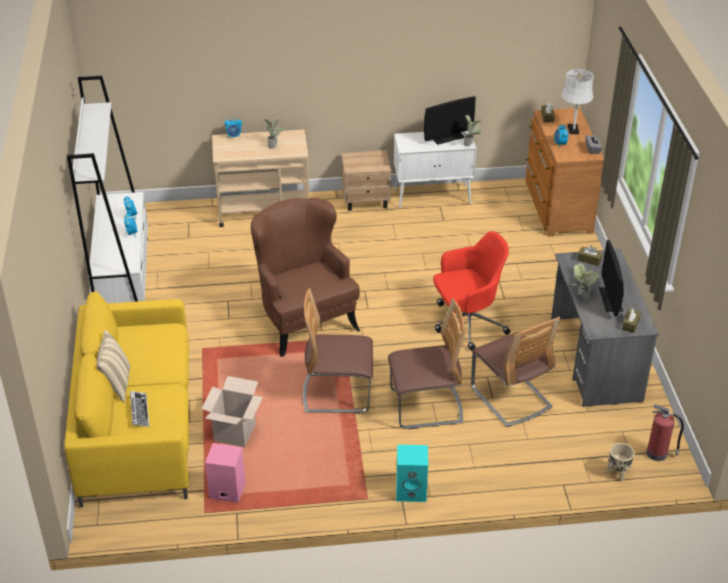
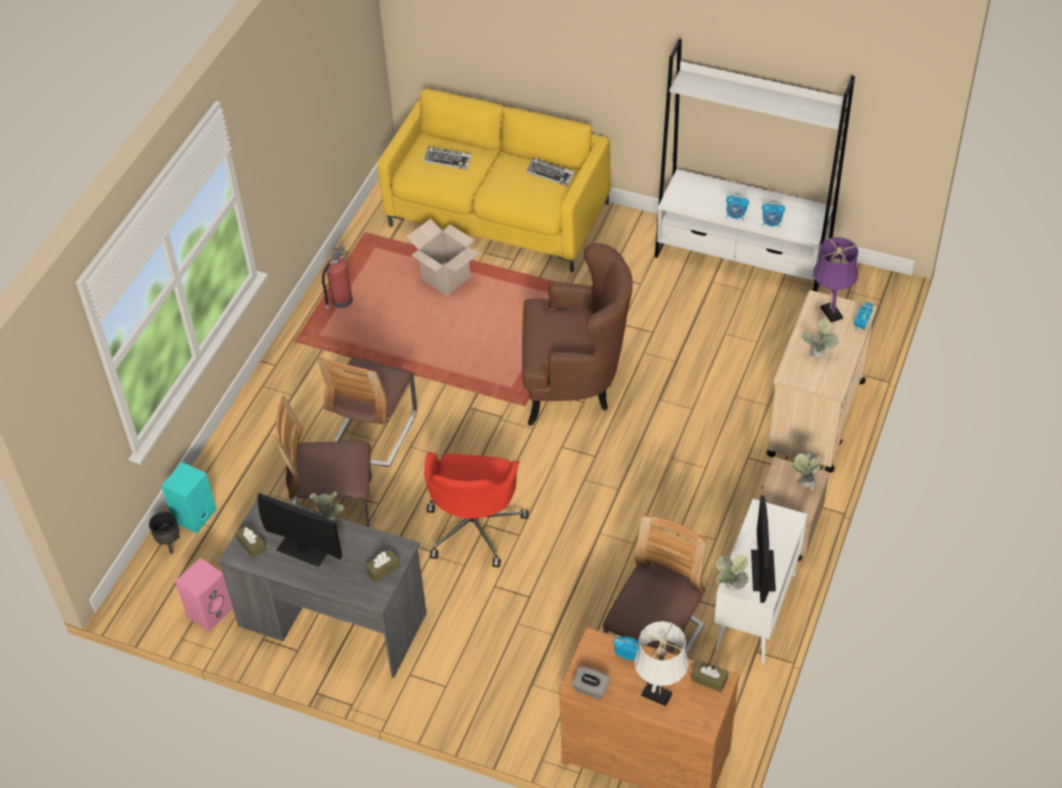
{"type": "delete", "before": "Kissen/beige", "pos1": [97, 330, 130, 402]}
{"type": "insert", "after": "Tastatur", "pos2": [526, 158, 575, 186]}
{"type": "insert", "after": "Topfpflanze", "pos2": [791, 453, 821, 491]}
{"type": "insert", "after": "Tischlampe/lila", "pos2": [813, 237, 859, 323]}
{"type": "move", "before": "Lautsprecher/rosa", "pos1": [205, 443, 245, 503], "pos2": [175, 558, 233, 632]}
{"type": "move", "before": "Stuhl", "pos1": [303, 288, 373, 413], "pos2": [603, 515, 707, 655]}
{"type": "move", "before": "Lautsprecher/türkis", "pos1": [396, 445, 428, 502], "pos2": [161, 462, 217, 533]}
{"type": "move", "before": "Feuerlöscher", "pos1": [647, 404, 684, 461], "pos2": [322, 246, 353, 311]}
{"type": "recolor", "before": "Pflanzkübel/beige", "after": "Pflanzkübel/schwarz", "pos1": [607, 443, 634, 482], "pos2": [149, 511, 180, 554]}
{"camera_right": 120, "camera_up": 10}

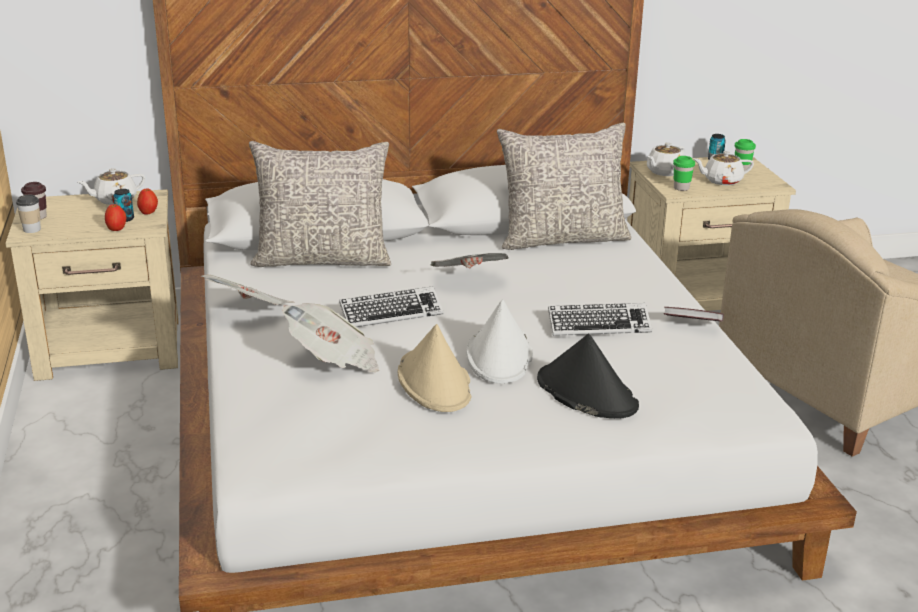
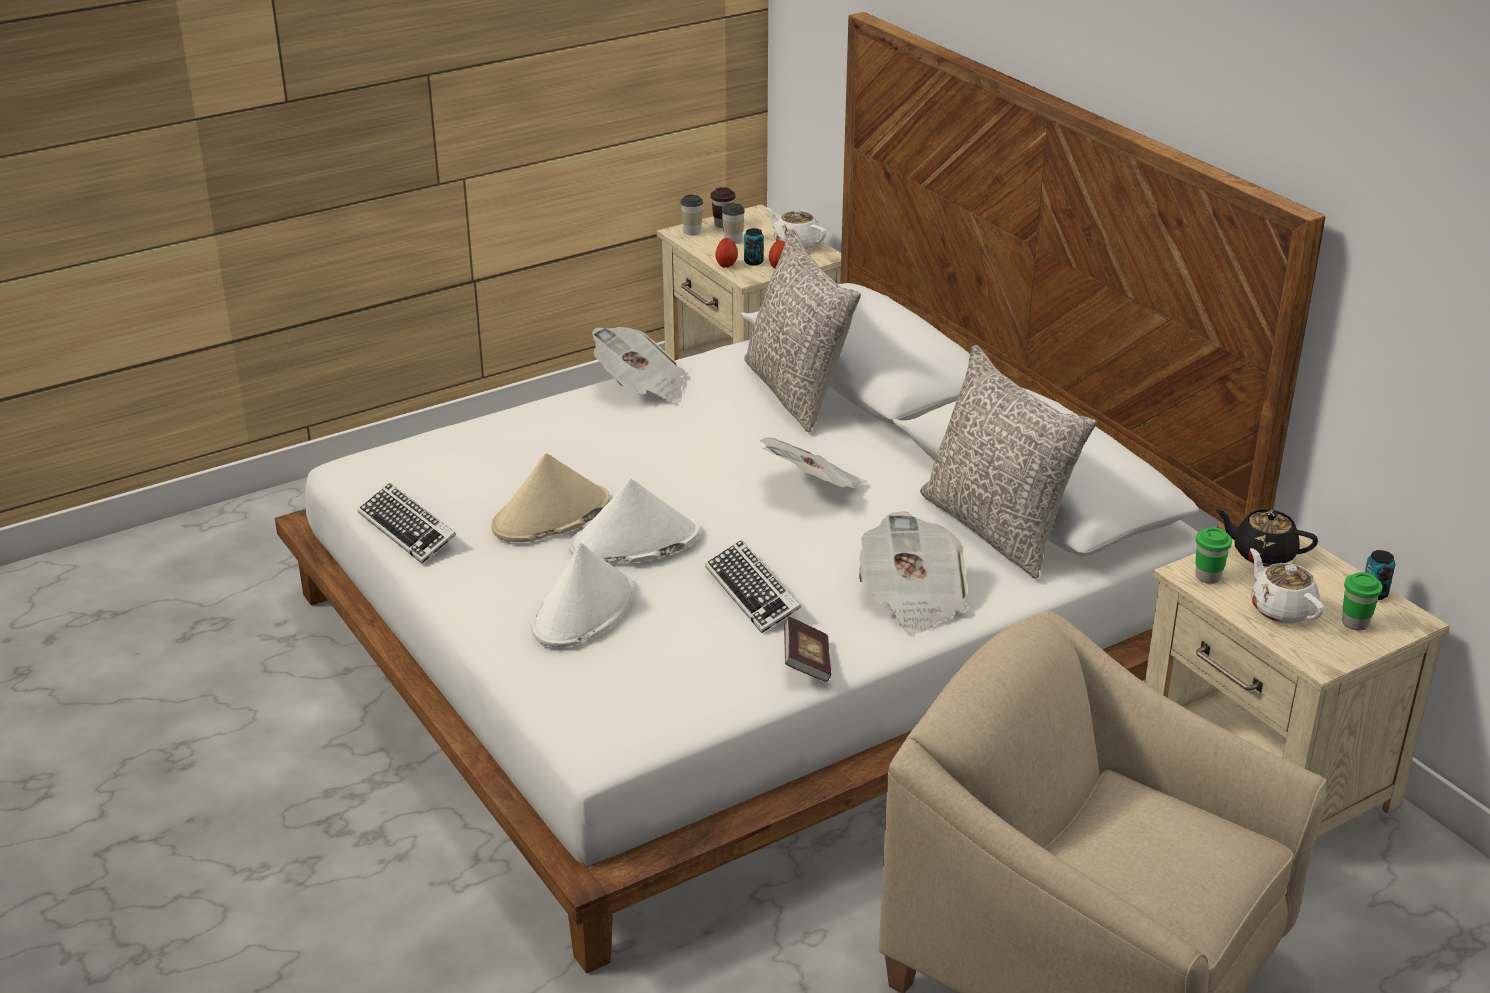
{"type": "insert", "after": "Tasse", "pos2": [722, 203, 745, 244]}
{"type": "move", "before": "Zeitung", "pos1": [282, 303, 379, 372], "pos2": [858, 511, 968, 634]}
{"type": "move", "before": "Tastatur", "pos1": [339, 286, 443, 327], "pos2": [358, 483, 456, 563]}
{"type": "recolor", "before": "Hut/schwarz", "after": "Hut/weiß", "pos1": [537, 334, 639, 418], "pos2": [531, 543, 634, 647]}
{"type": "recolor", "before": "Teekanne/weiß", "after": "Teekanne/schwarz", "pos1": [647, 142, 685, 176], "pos2": [1215, 509, 1318, 567]}
{"camera_right": 70, "camera_up": 5}

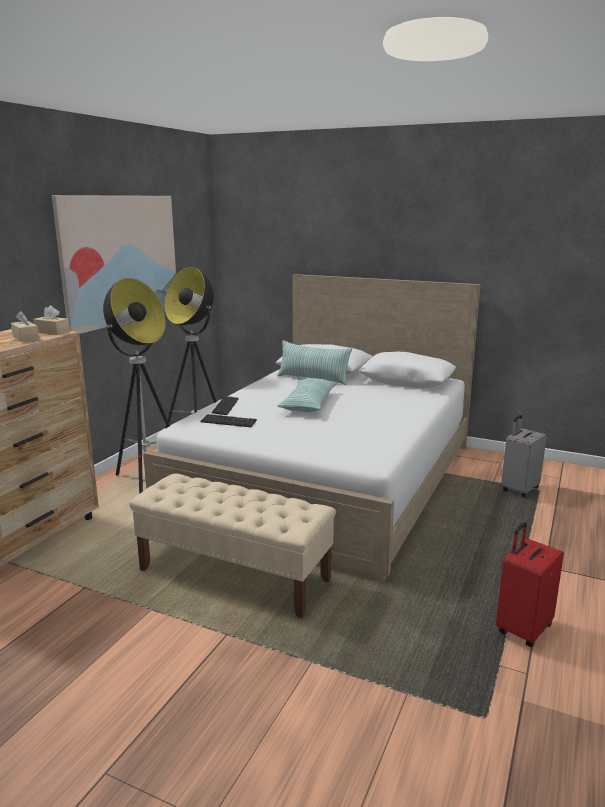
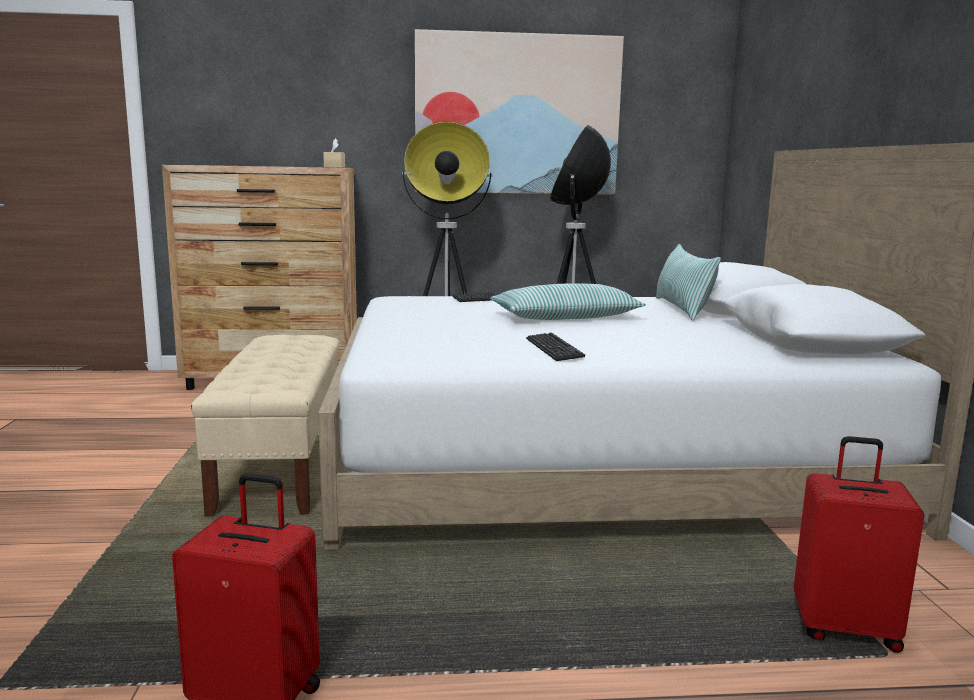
{"type": "delete", "before": "Taschentuchbox/beige", "pos1": [11, 311, 39, 342]}
{"type": "move", "before": "Tastatur", "pos1": [200, 414, 257, 427], "pos2": [526, 333, 585, 361]}
{"type": "recolor", "before": "Koffer/grau", "after": "Koffer/rot", "pos1": [501, 415, 547, 498], "pos2": [794, 436, 924, 653]}
{"camera_right": 60, "camera_up": -5}

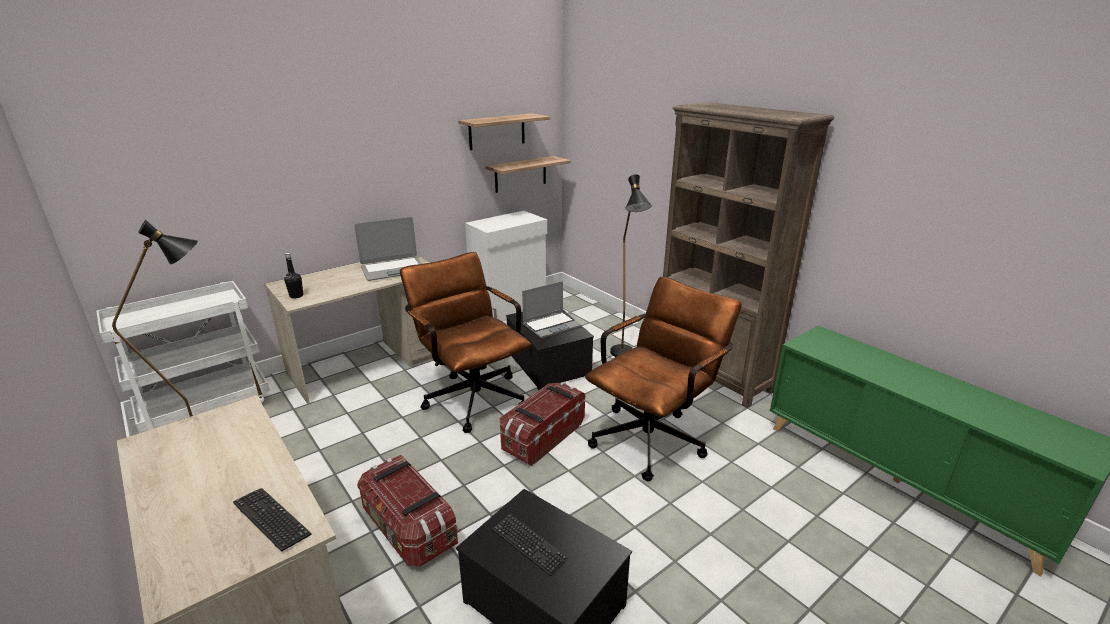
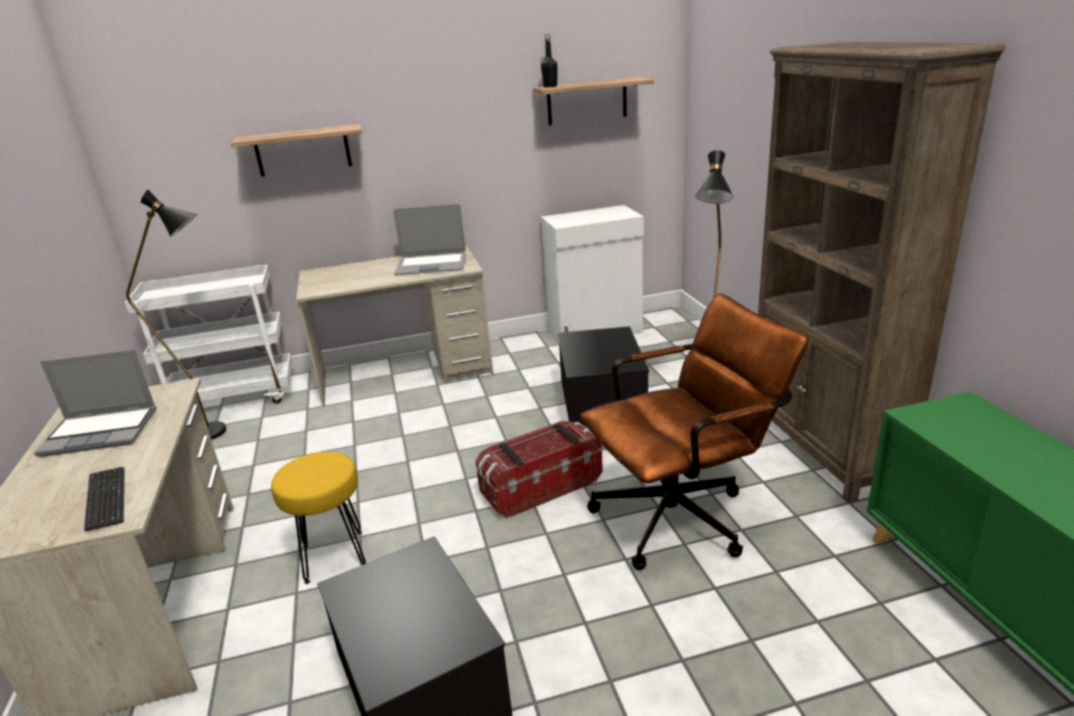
{"type": "delete", "before": "Bürostuhl/braun", "pos1": [400, 252, 531, 433]}
{"type": "delete", "before": "Tastatur", "pos1": [492, 514, 568, 576]}
{"type": "move", "before": "Flasche/schwarz", "pos1": [284, 253, 303, 299], "pos2": [541, 34, 558, 87]}
{"type": "move", "before": "Wandregal", "pos1": [485, 156, 571, 193], "pos2": [230, 124, 362, 177]}
{"type": "move", "before": "Laptop", "pos1": [522, 281, 582, 339], "pos2": [34, 350, 156, 457]}
{"type": "replace", "before": "Aufbewahrungsbox", "after": "Hocker/gelb", "pos1": [357, 455, 458, 567], "pos2": [271, 452, 366, 584]}
{"camera_right": 25, "camera_up": 0}

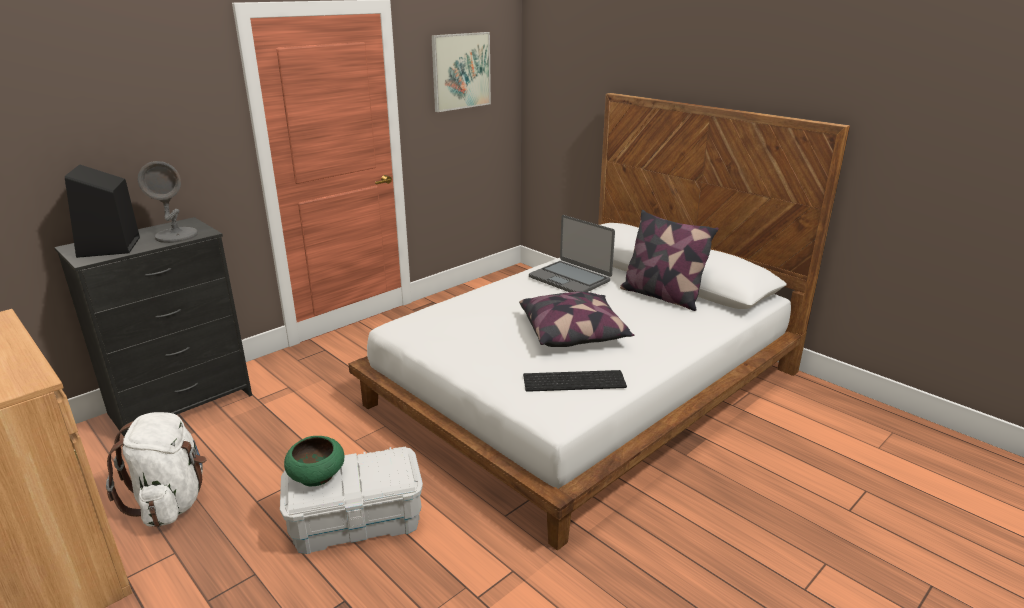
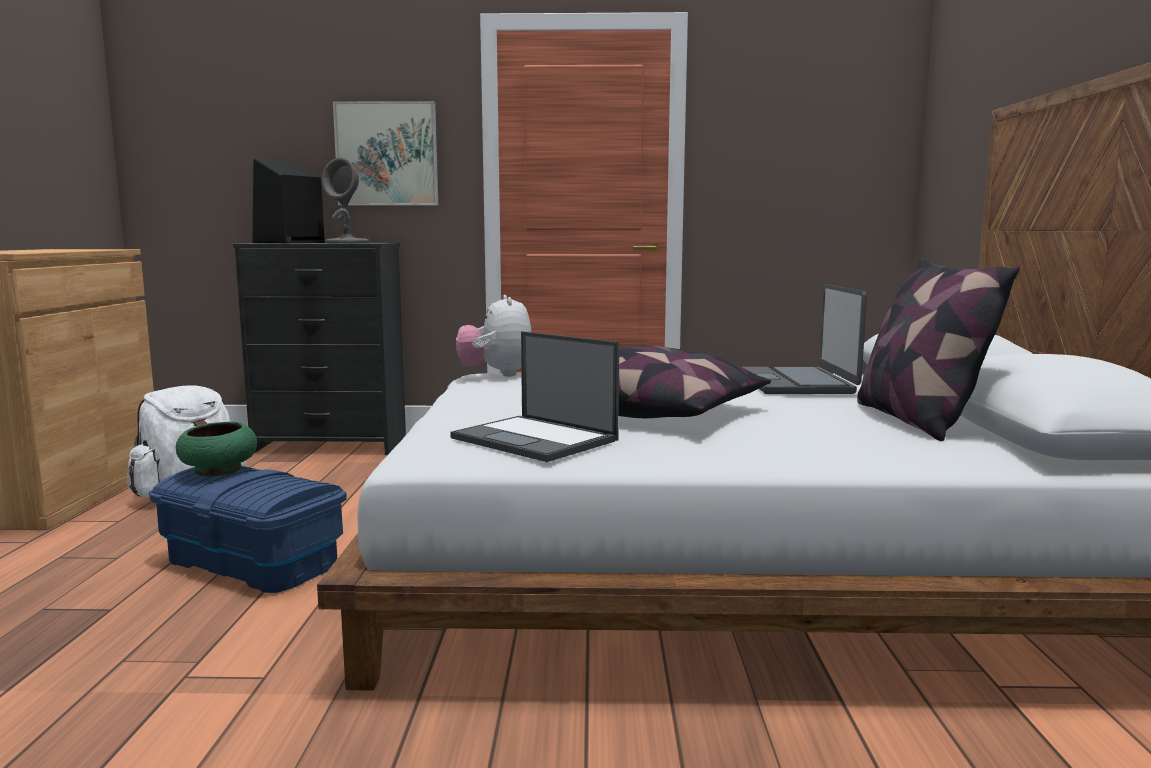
{"type": "insert", "after": "Plüschtier", "pos2": [456, 295, 531, 377]}
{"type": "move", "before": "Bild", "pos1": [431, 32, 491, 112], "pos2": [333, 101, 438, 206]}
{"type": "replace", "before": "Tastatur", "after": "Laptop", "pos1": [523, 370, 627, 392], "pos2": [450, 331, 619, 462]}
{"type": "recolor", "before": "Aufbewahrungsbox/weiß", "after": "Aufbewahrungsbox/blau", "pos1": [280, 446, 423, 554], "pos2": [149, 466, 347, 593]}
{"camera_right": 45, "camera_up": -15}

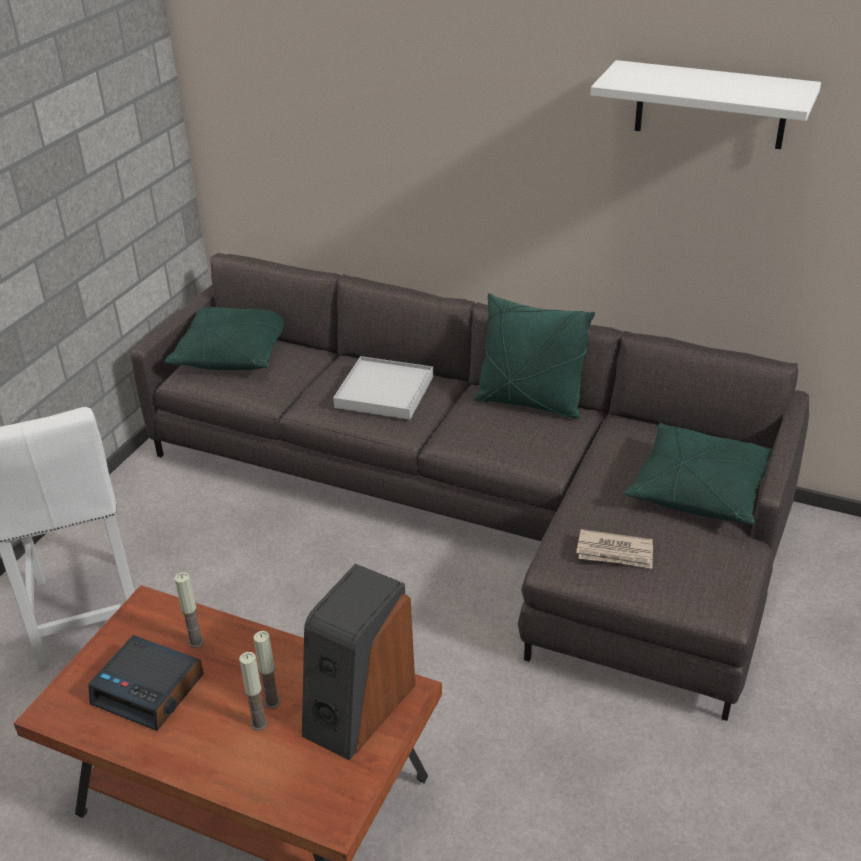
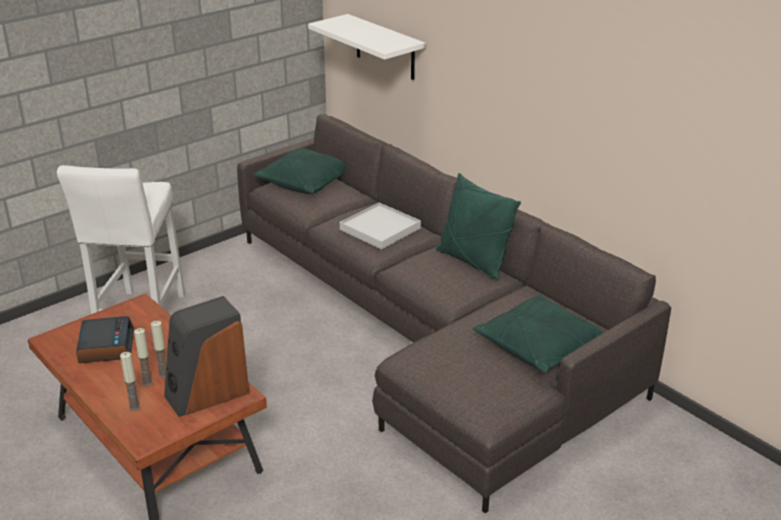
{"type": "delete", "before": "Zeitung", "pos1": [576, 529, 653, 569]}
{"type": "move", "before": "Kerze", "pos1": [175, 572, 204, 648], "pos2": [120, 352, 140, 411]}
{"type": "move", "before": "Wandregal/weiß", "pos1": [591, 60, 821, 149], "pos2": [308, 14, 426, 80]}
{"type": "rotate", "before": "Wecker", "pos1": [88, 635, 204, 731], "pos2": [76, 316, 134, 363], "turn": -150}
{"camera_right": 25, "camera_up": -5}

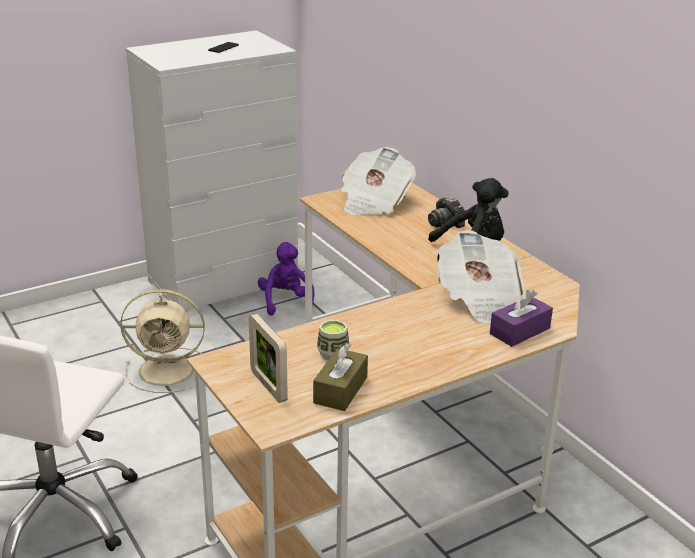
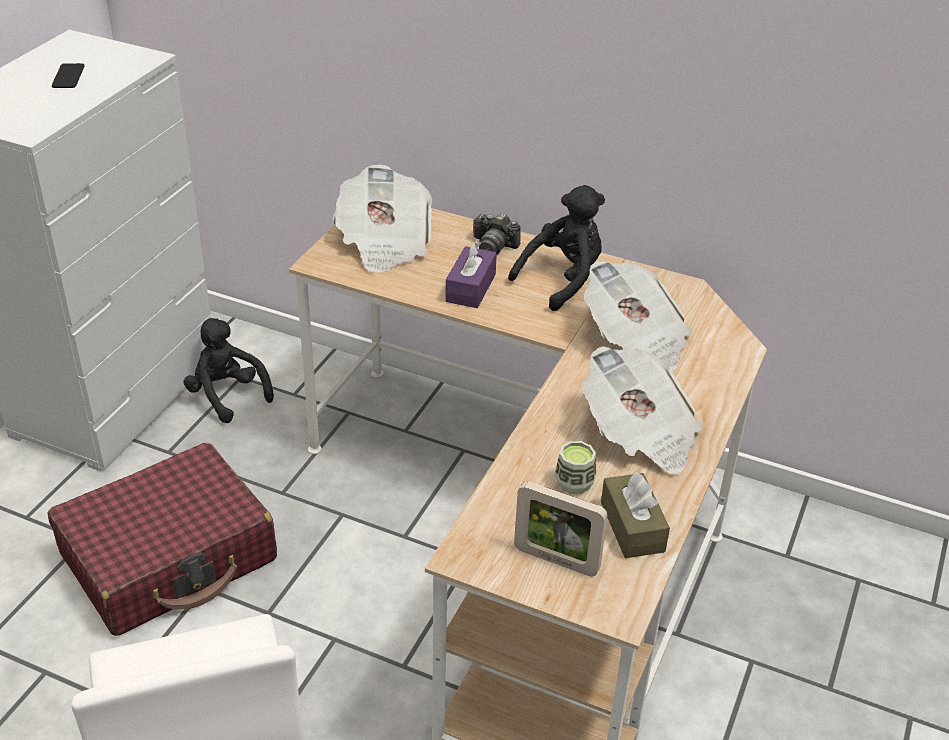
{"type": "insert", "after": "Zeitung", "pos2": [582, 346, 703, 475]}
{"type": "move", "before": "Taschentuchbox/lila", "pos1": [490, 290, 553, 347], "pos2": [445, 241, 497, 308]}
{"type": "replace", "before": "Ventilator/beige", "after": "Koffer/rot", "pos1": [120, 289, 205, 393], "pos2": [48, 442, 277, 636]}
{"type": "recolor", "before": "Plüschtier/lila", "after": "Plüschtier/schwarz", "pos1": [258, 242, 314, 315], "pos2": [184, 318, 274, 423]}
{"camera_right": -35, "camera_up": 10}

